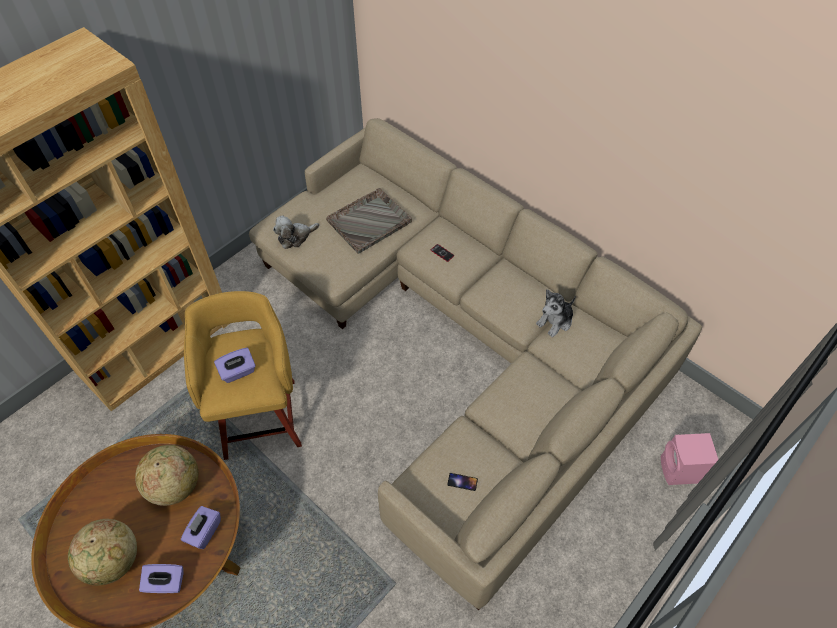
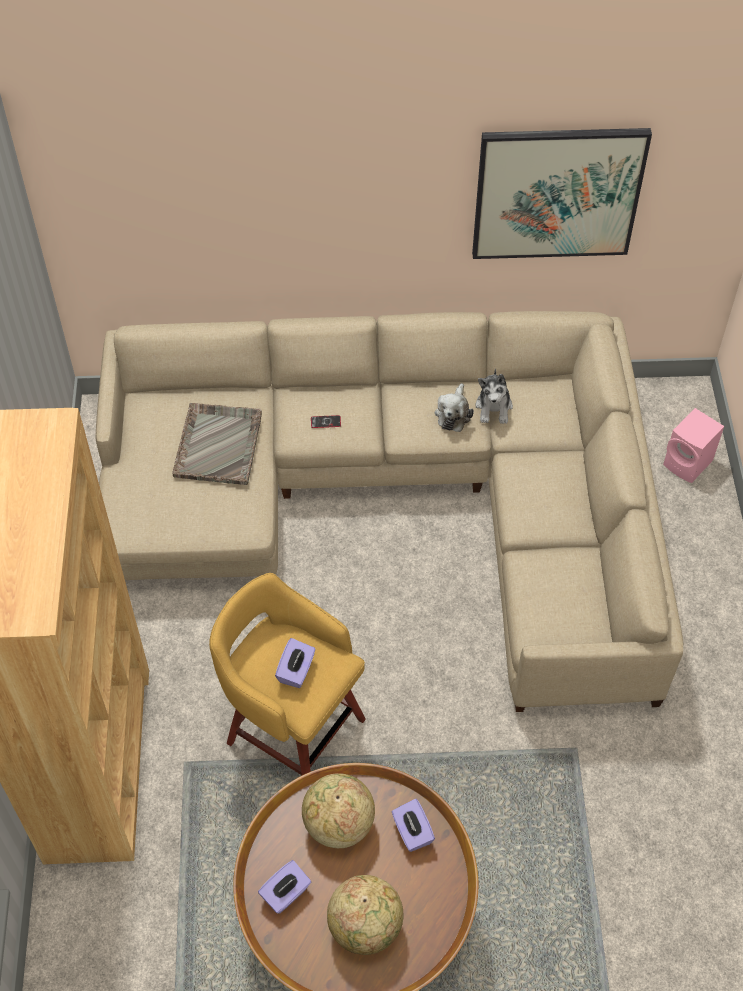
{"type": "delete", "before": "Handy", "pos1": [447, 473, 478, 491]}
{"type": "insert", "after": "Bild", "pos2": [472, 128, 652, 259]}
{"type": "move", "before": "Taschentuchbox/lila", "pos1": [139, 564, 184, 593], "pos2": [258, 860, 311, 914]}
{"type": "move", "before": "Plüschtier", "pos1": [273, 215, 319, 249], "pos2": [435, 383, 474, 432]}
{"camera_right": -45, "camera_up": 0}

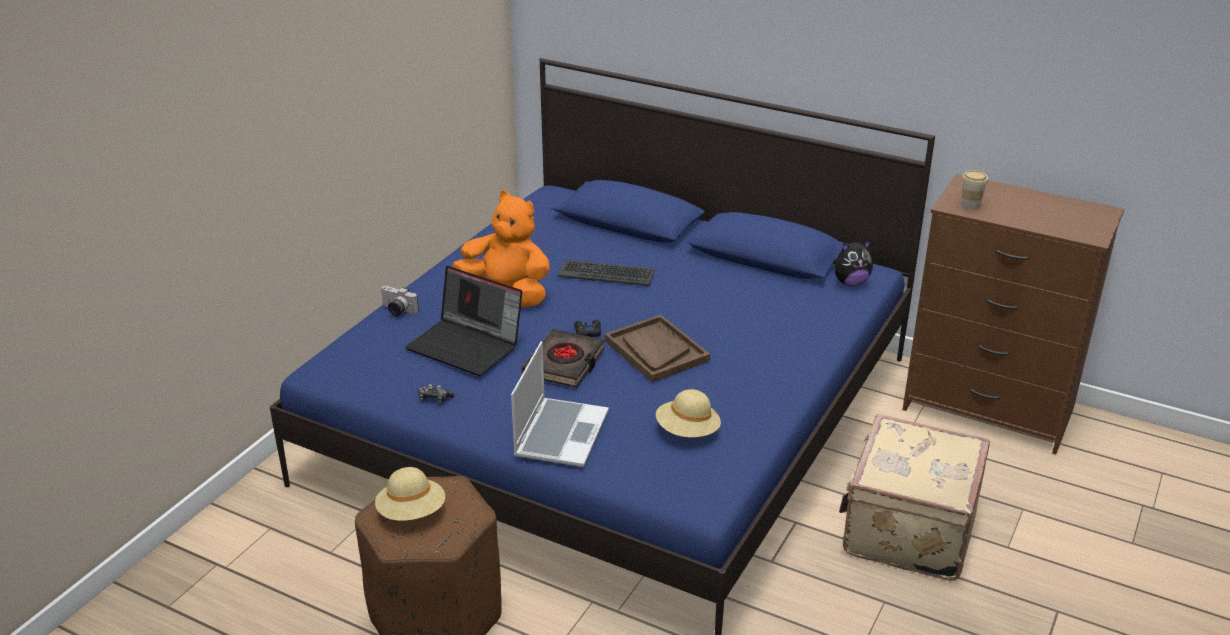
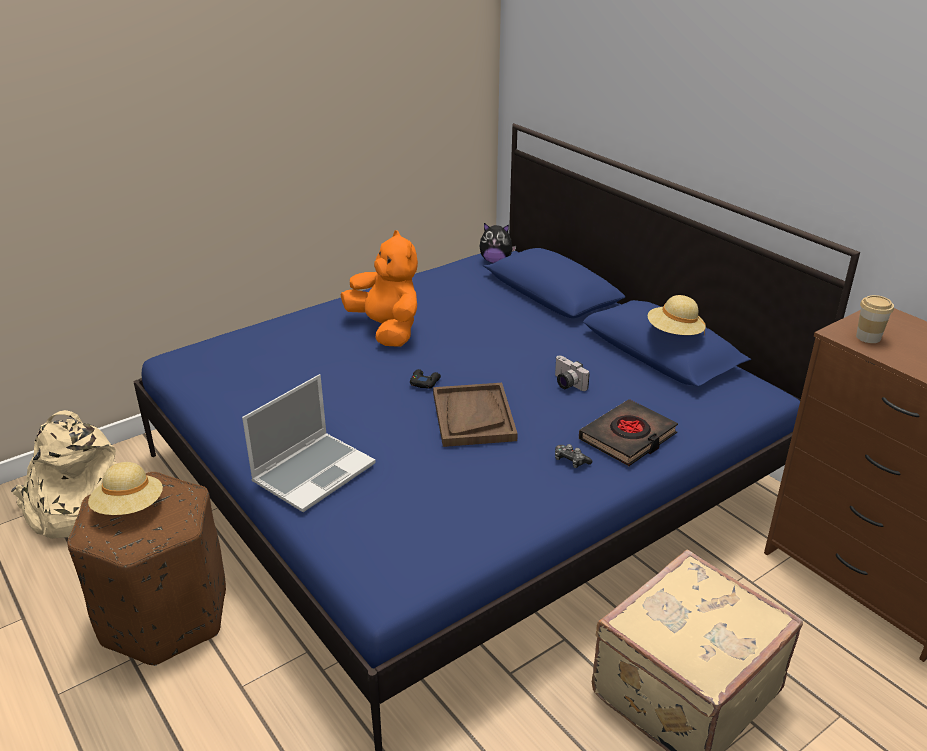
{"type": "delete", "before": "Laptop", "pos1": [405, 266, 523, 376]}
{"type": "delete", "before": "Tastatur", "pos1": [558, 260, 655, 286]}
{"type": "insert", "after": "Rucksack/beige", "pos2": [11, 410, 117, 539]}
{"type": "move", "before": "Kamera", "pos1": [380, 286, 419, 316], "pos2": [555, 356, 590, 391]}
{"type": "move", "before": "Gamepad", "pos1": [418, 384, 454, 404], "pos2": [555, 444, 592, 468]}
{"type": "move", "before": "Buch/schwarz", "pos1": [522, 329, 605, 388], "pos2": [579, 399, 678, 466]}
{"type": "move", "before": "Hut/beige", "pos1": [656, 389, 721, 437], "pos2": [647, 295, 706, 335]}
{"type": "move", "before": "Plüschtier", "pos1": [833, 240, 873, 286], "pos2": [479, 223, 516, 263]}
{"camera_right": 25, "camera_up": 0}

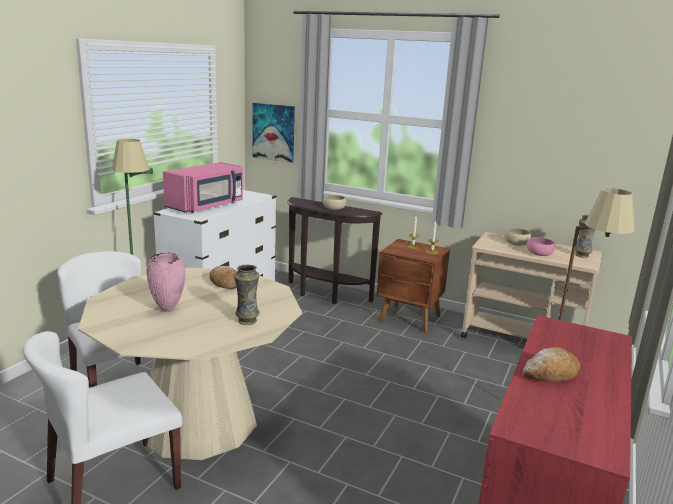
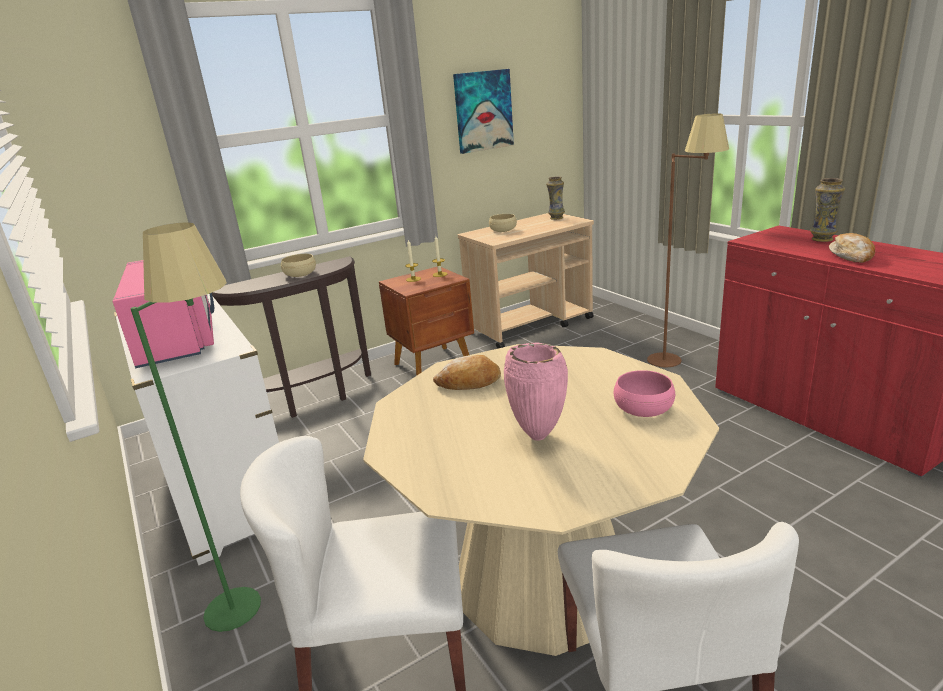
{"type": "move", "before": "Vase", "pos1": [234, 265, 259, 325], "pos2": [810, 178, 845, 242]}
{"type": "move", "before": "Bild", "pos1": [253, 103, 295, 163], "pos2": [453, 69, 514, 154]}
{"type": "move", "before": "Schüssel/rosa", "pos1": [527, 237, 555, 256], "pos2": [614, 370, 675, 417]}
{"camera_right": -55, "camera_up": 5}

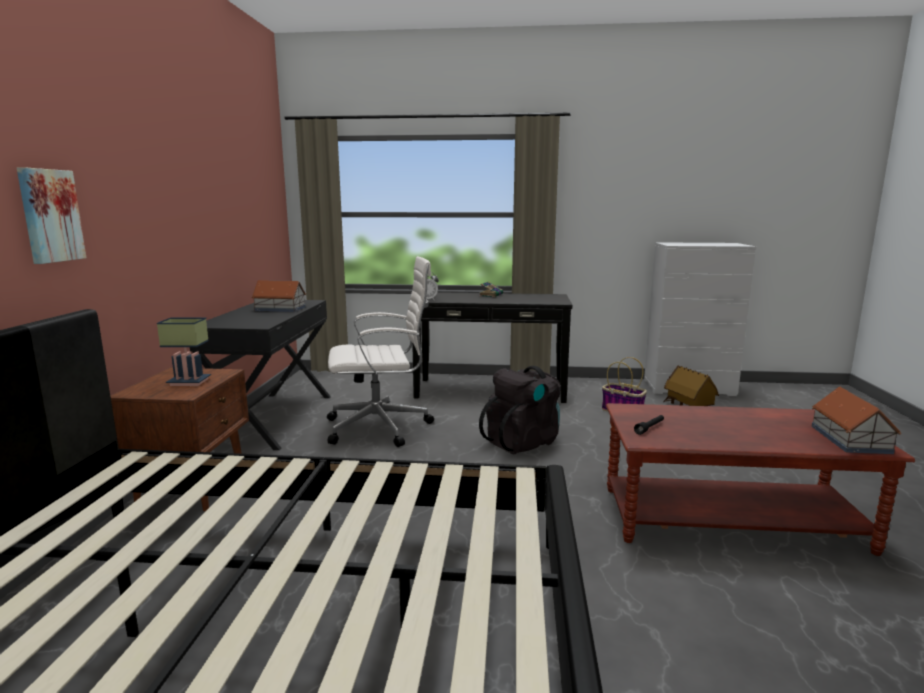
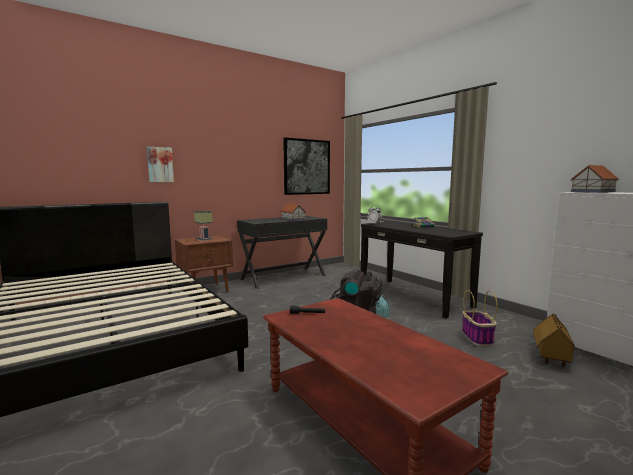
{"type": "delete", "before": "Bürostuhl/weiß", "pos1": [327, 256, 434, 447]}
{"type": "insert", "after": "Bild", "pos2": [283, 138, 330, 195]}
{"type": "move", "before": "Spielzeughaus", "pos1": [812, 387, 902, 454], "pos2": [571, 165, 619, 193]}
{"camera_right": 50, "camera_up": -5}

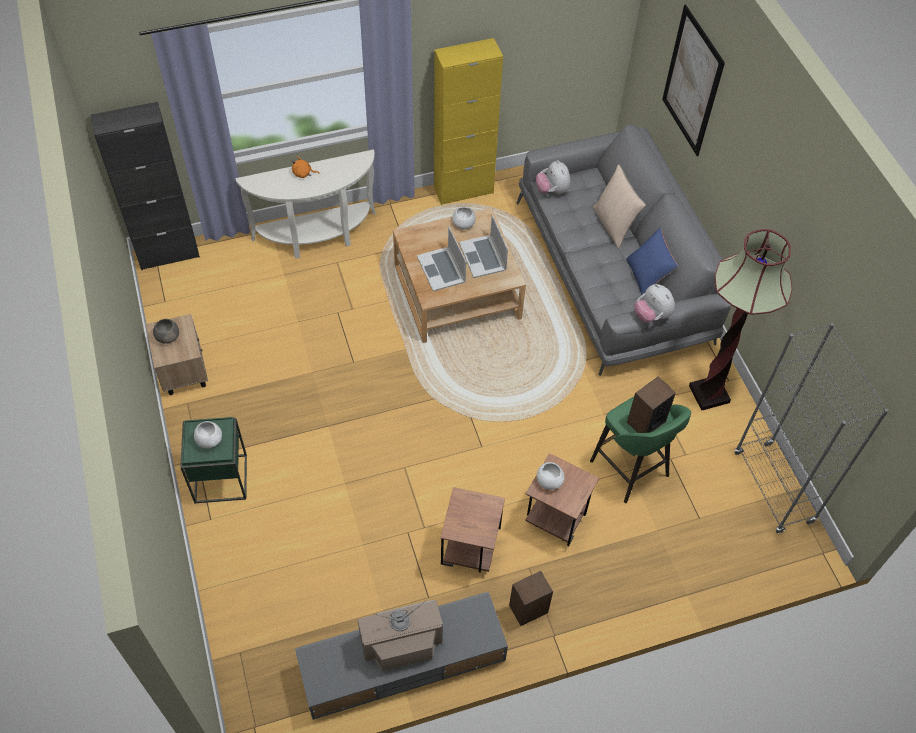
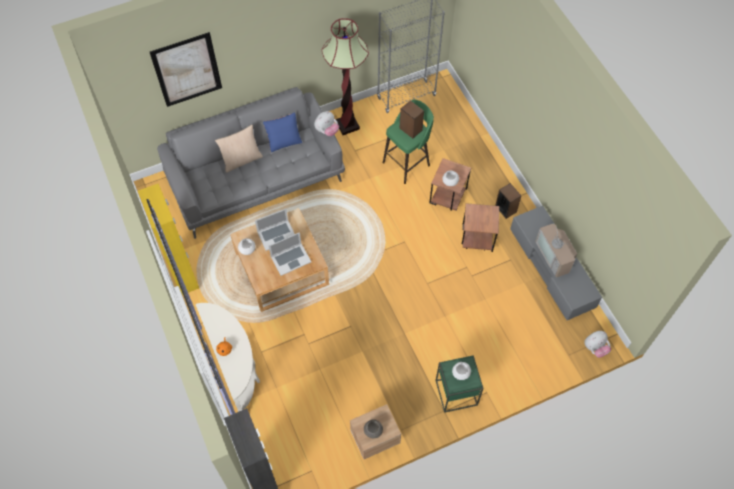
{"type": "move", "before": "Plüschtier", "pos1": [536, 160, 571, 194], "pos2": [584, 331, 611, 358]}
{"camera_right": -95, "camera_up": 5}

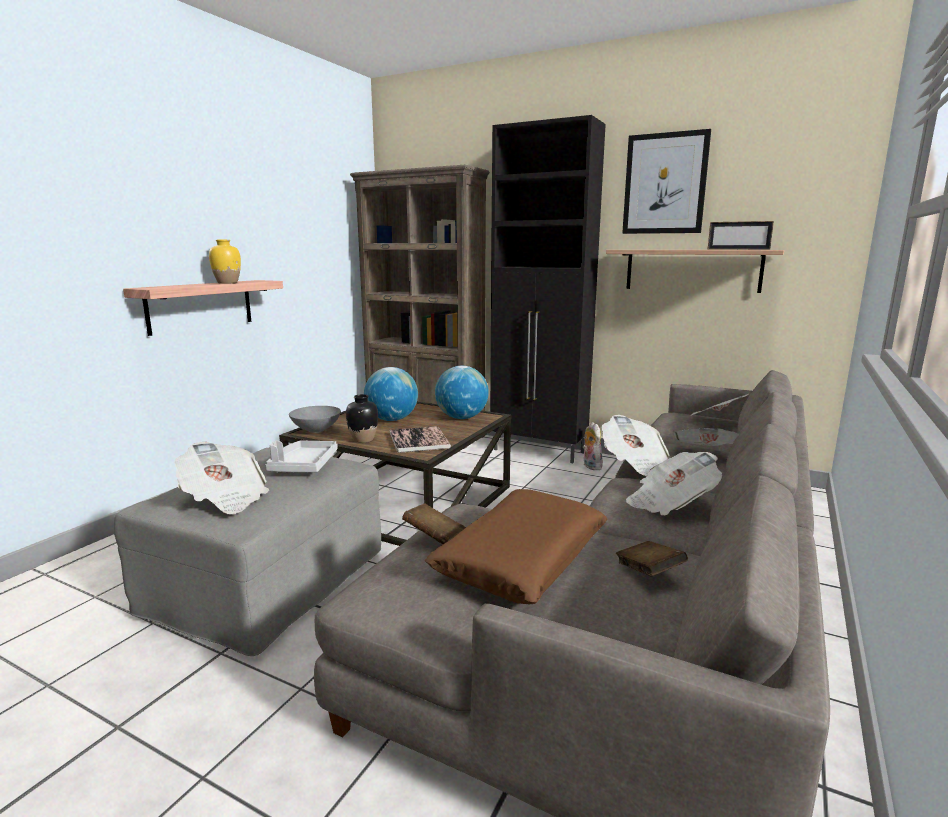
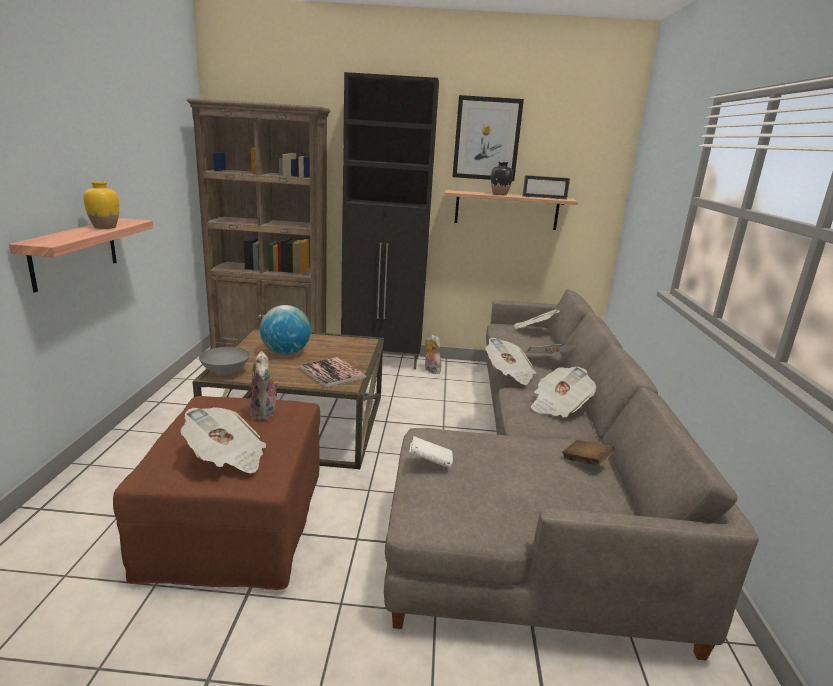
{"type": "delete", "before": "Kissen/braun", "pos1": [425, 489, 608, 604]}
{"type": "delete", "before": "Globus", "pos1": [435, 366, 489, 419]}
{"type": "move", "before": "Vase/schwarz", "pos1": [346, 394, 378, 443], "pos2": [491, 162, 513, 195]}
{"type": "replace", "before": "Tablett/grau", "after": "Plüschtier", "pos1": [265, 440, 338, 472], "pos2": [250, 351, 280, 421]}
{"type": "recolor", "before": "Polsterhocker/grau", "after": "Polsterhocker/braun", "pos1": [114, 447, 381, 656], "pos2": [113, 396, 320, 590]}
{"type": "recolor", "before": "Buch/braun", "after": "Buch/weiß", "pos1": [402, 503, 466, 544], "pos2": [409, 436, 453, 468]}
{"camera_right": -25, "camera_up": 5}

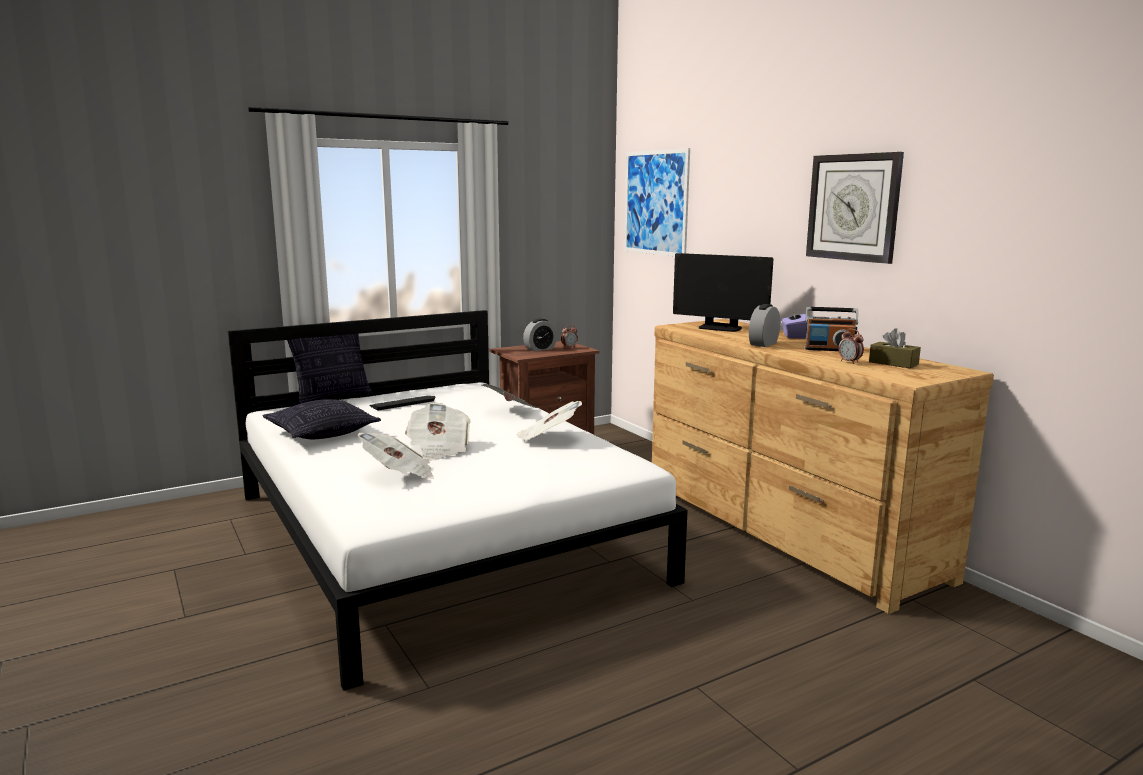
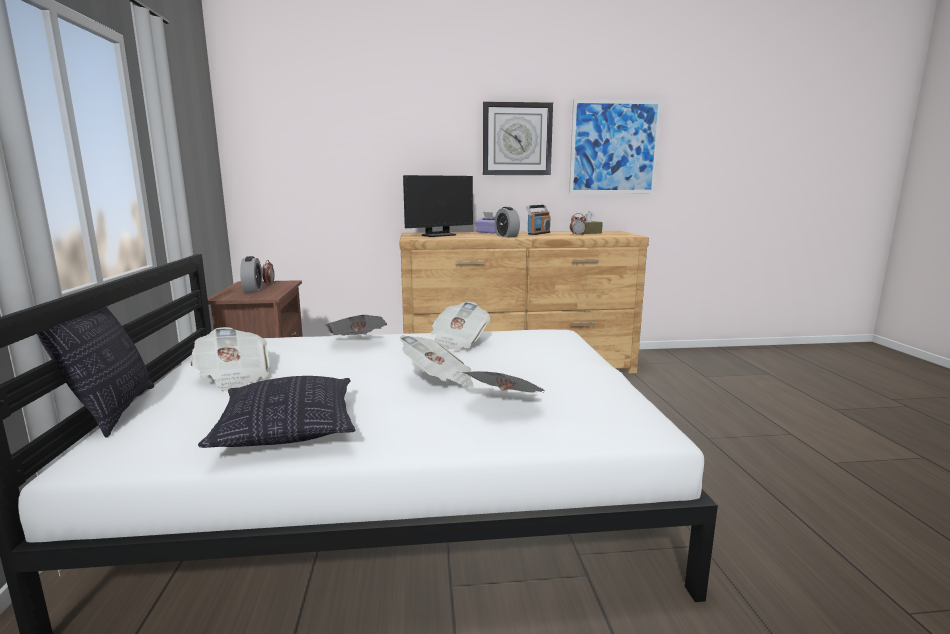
{"type": "move", "before": "Bild", "pos1": [624, 148, 690, 257], "pos2": [569, 99, 662, 194]}
{"type": "replace", "before": "Tastatur", "after": "Zeitung", "pos1": [369, 396, 435, 410], "pos2": [190, 327, 269, 391]}
{"camera_right": -65, "camera_up": 0}

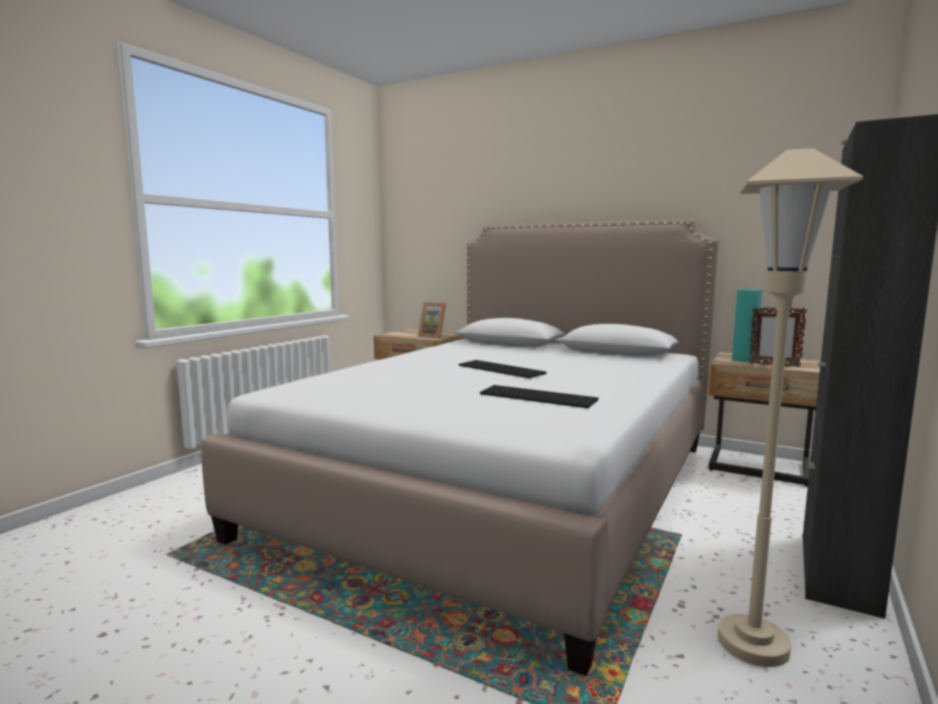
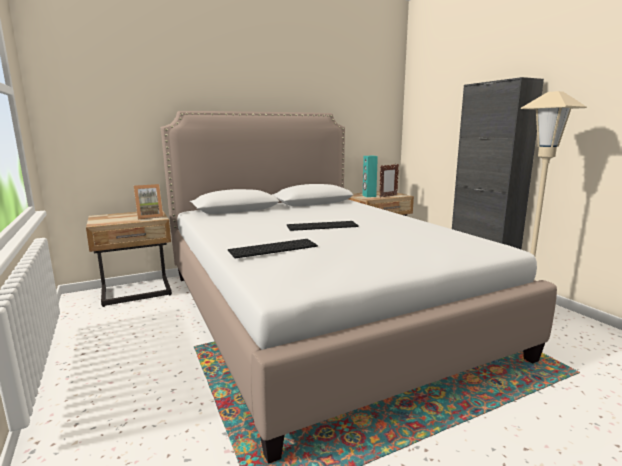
{"type": "move", "before": "Tastatur", "pos1": [480, 385, 599, 408], "pos2": [228, 239, 318, 258]}
{"camera_right": -55, "camera_up": 5}

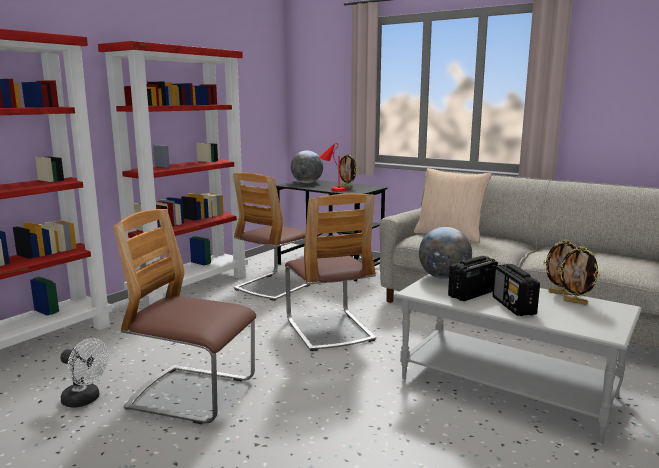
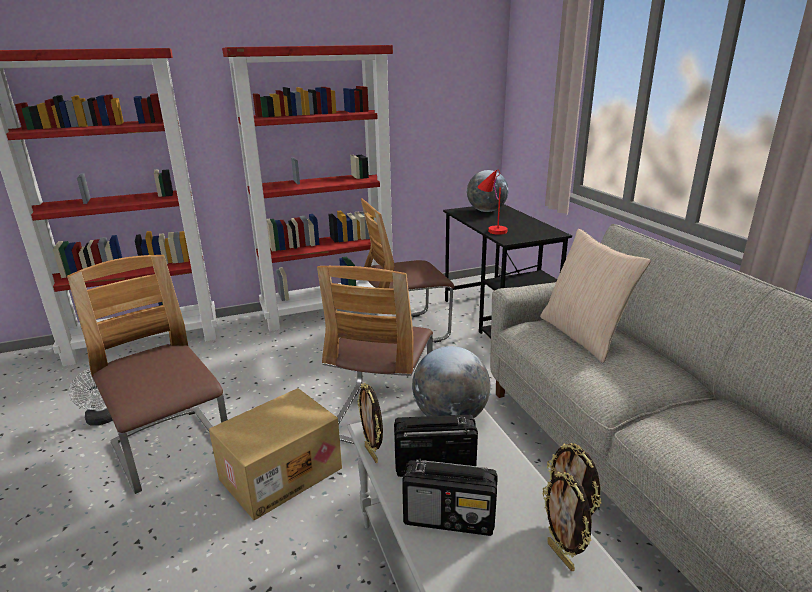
{"type": "insert", "after": "Karton", "pos2": [209, 388, 342, 521]}
{"type": "move", "before": "Bilderrahmen", "pos1": [337, 153, 357, 188], "pos2": [357, 383, 383, 463]}
{"type": "rotate", "before": "Radio", "pos1": [493, 264, 540, 316], "pos2": [402, 459, 498, 536], "turn": -105}
{"camera_right": 35, "camera_up": 10}

